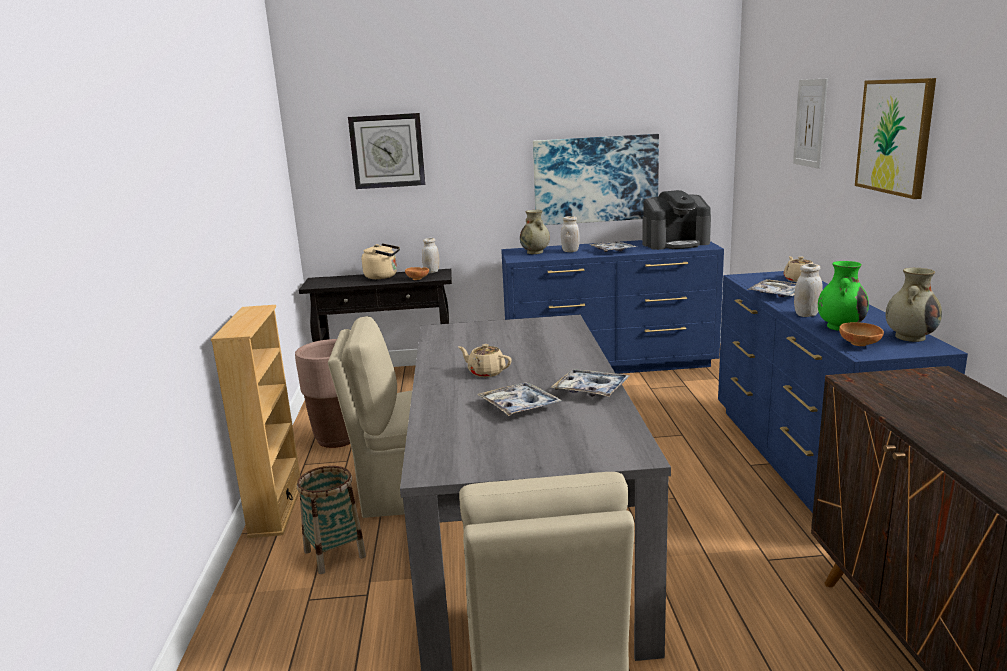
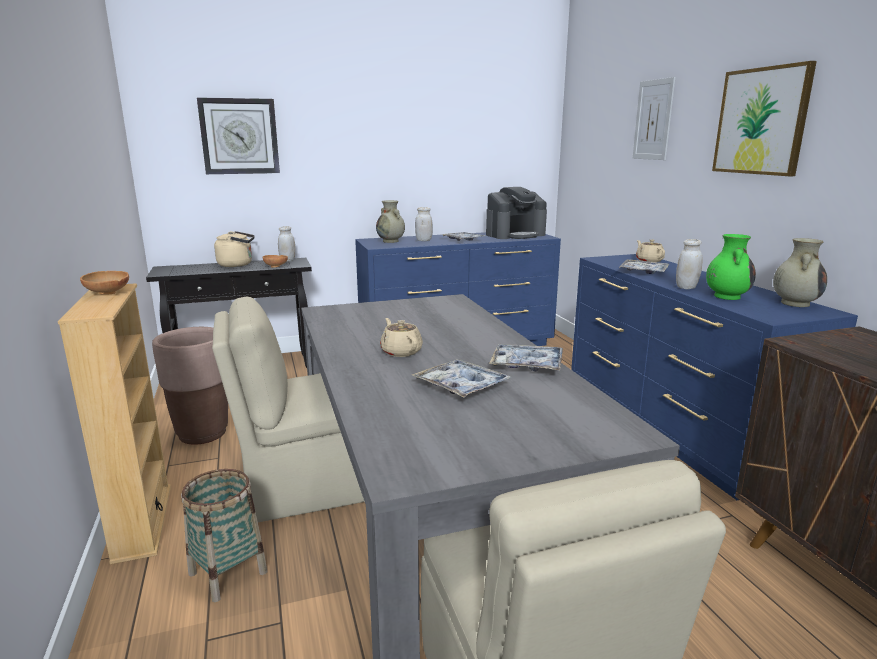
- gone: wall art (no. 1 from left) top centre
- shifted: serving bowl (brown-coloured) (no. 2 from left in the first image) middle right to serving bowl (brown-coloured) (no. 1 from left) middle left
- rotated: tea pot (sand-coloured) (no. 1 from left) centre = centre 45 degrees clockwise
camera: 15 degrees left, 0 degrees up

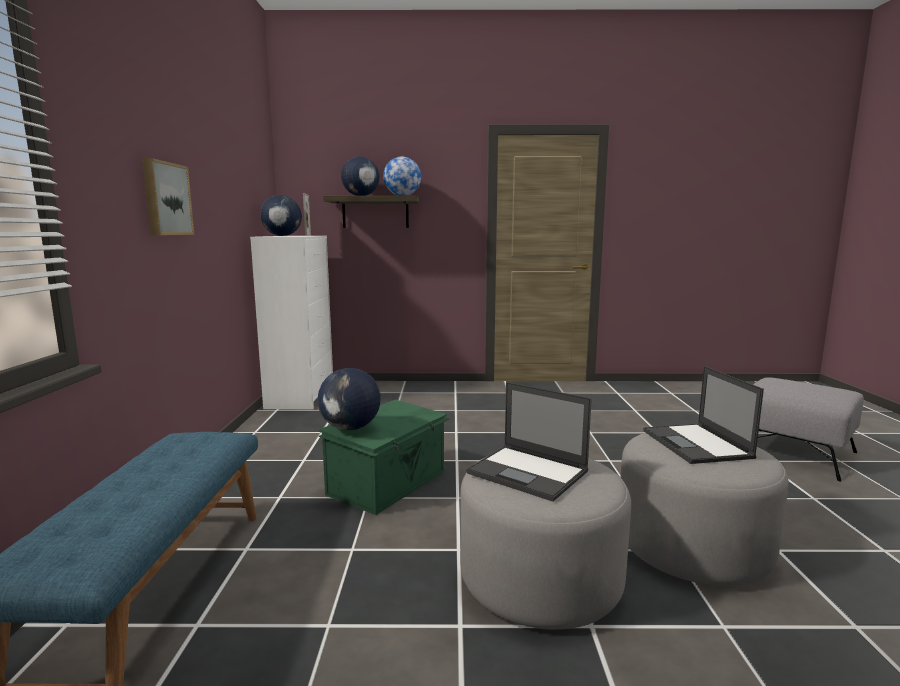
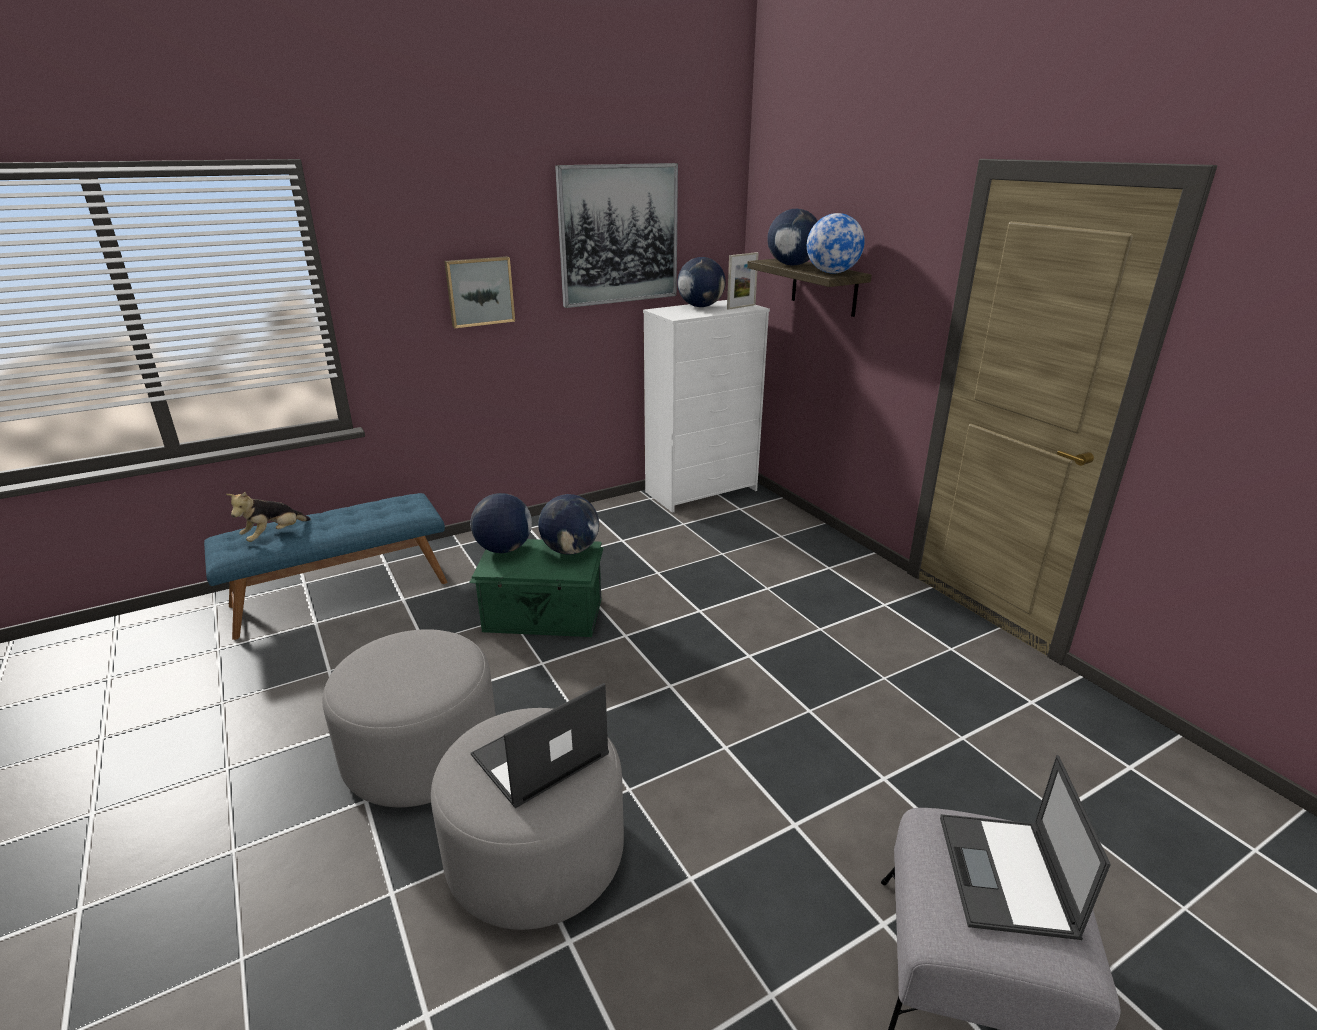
- new: plush toy middle left
- new: world globe (no. 2 from left) centre
- new: wall art (no. 2 from left) top centre
- shifted: laptop (no. 1 from left in the first image) centre to laptop (no. 2 from left) bottom right
camera: 60 degrees right, 15 degrees up

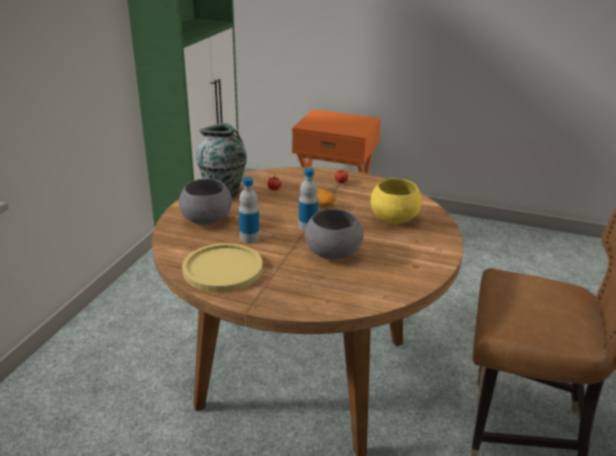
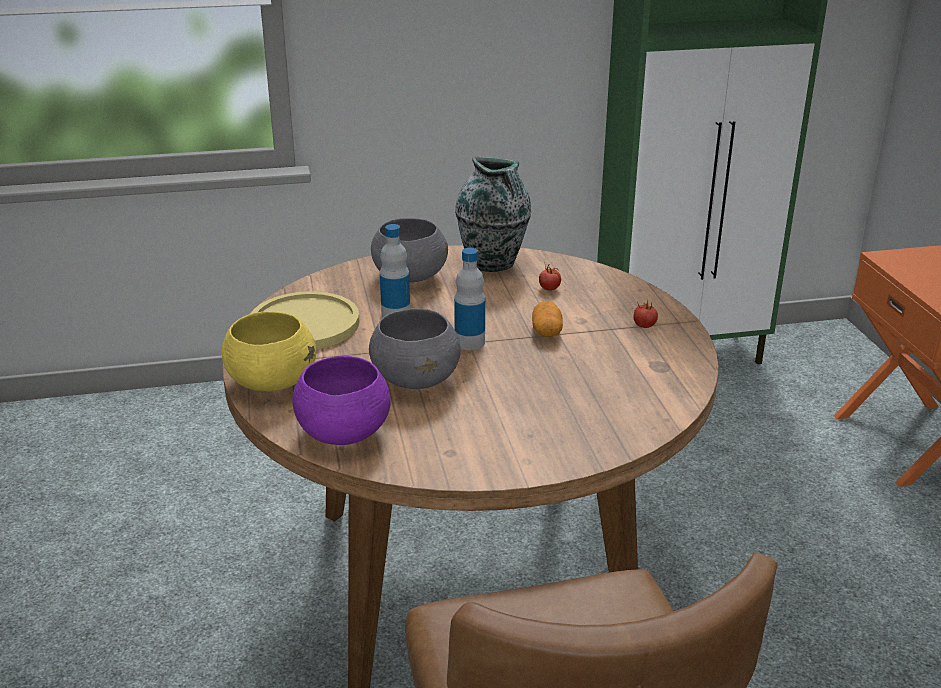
- new: serving bowl (purplish) centre
- shifted: serving bowl (yellow-coloured) centre to middle left
camera: 60 degrees right, 0 degrees up

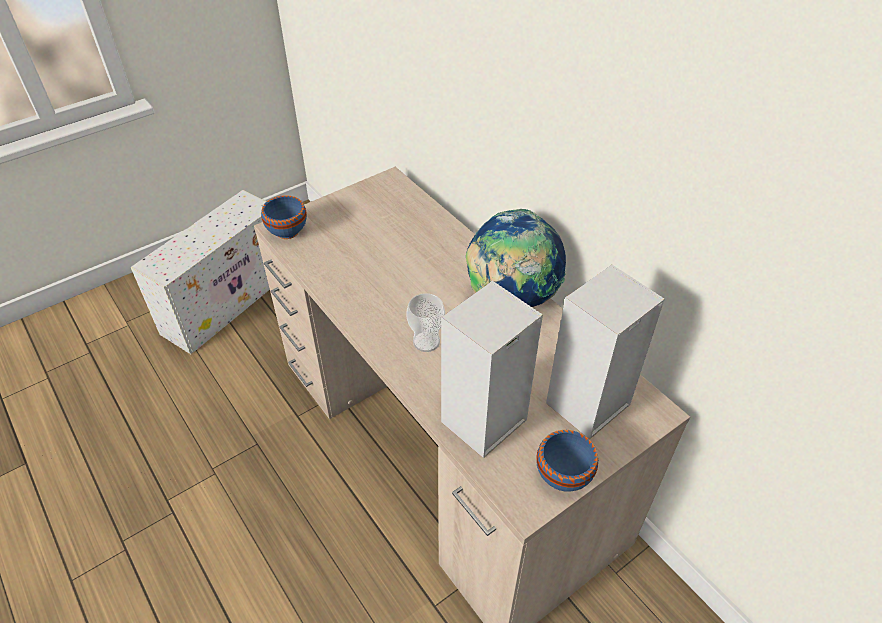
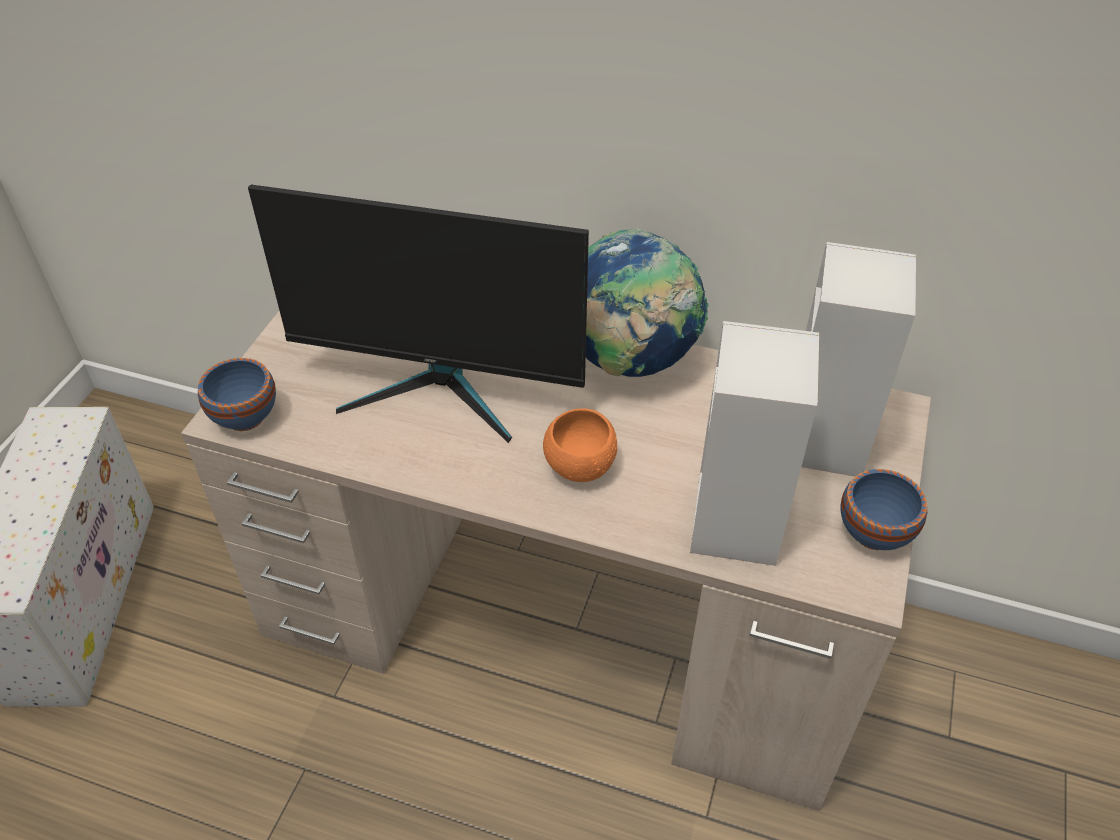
- new: monitor centre
- swapped: drinking cup centre to serving bowl (orangey) centre
camera: 35 degrees left, 0 degrees up

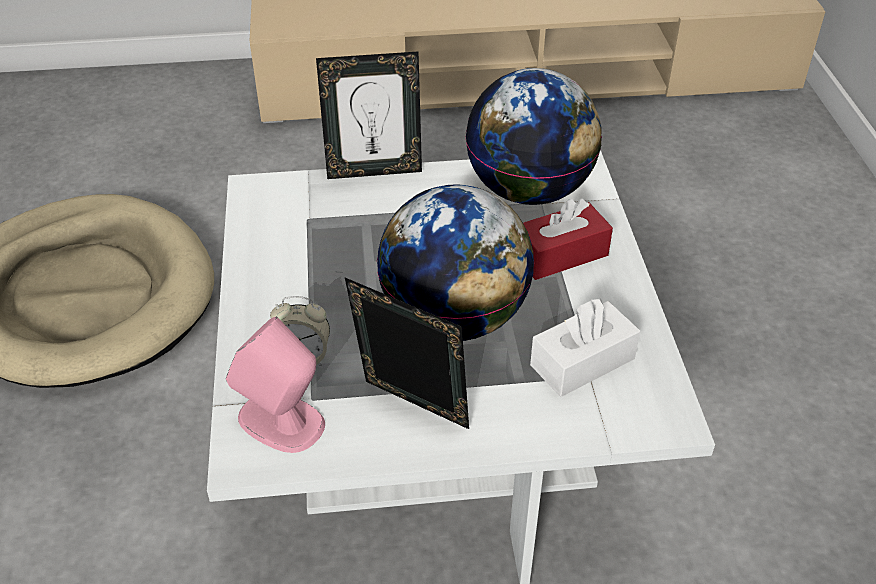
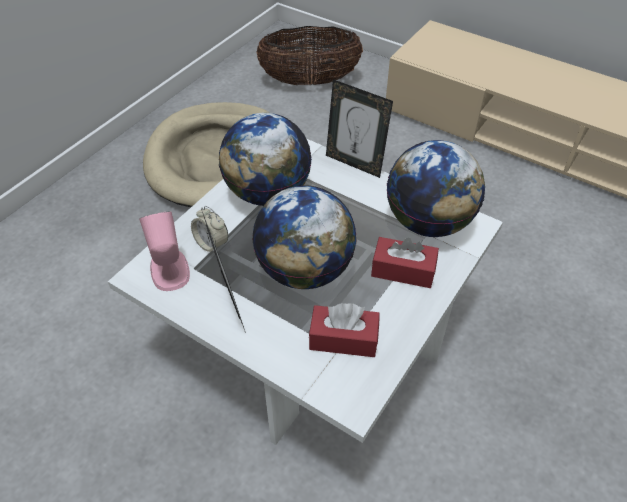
- new: world globe (no. 1 from left) top centre
- new: storage basket top centre
- repainted: box of tissues (whitish) middle right to box of tissues (red) (no. 1 from left) centre
camera: 40 degrees right, 5 degrees up

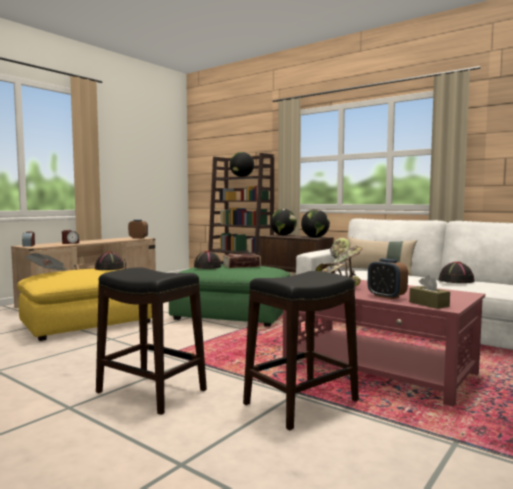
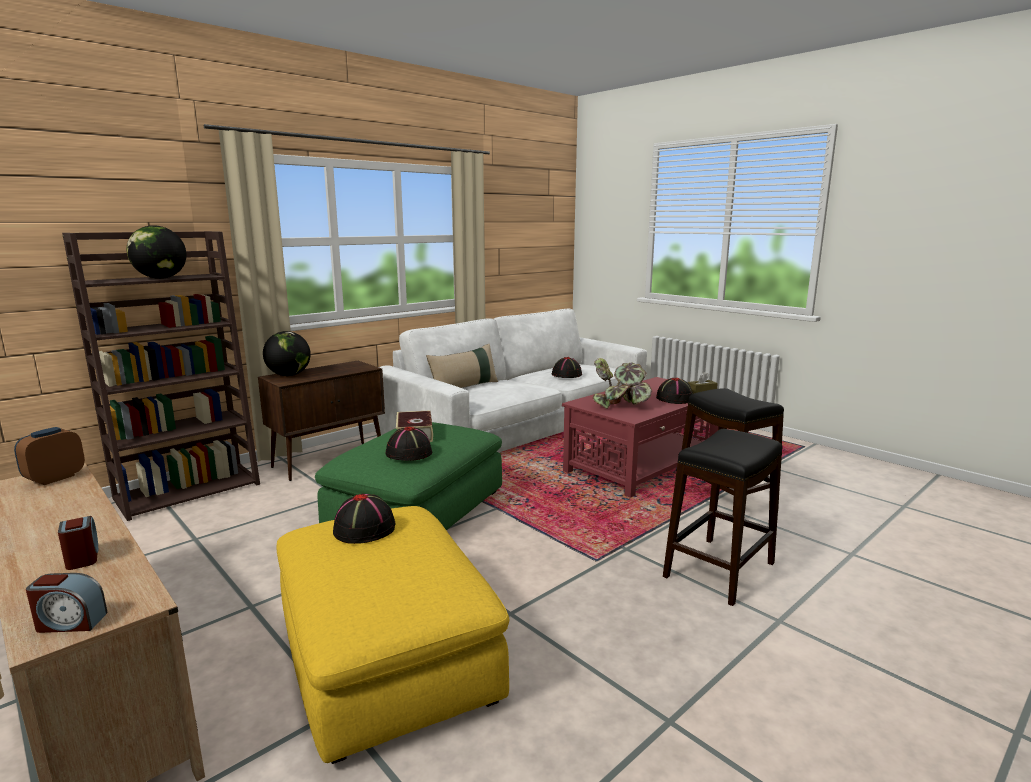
- gone: daily paper middle left
- gone: world globe (no. 3 from left) centre
- swapped: table clock (no. 4 from left) middle right to wearable hat (blackish) (no. 4 from left) centre
camera: 80 degrees left, 10 degrees up

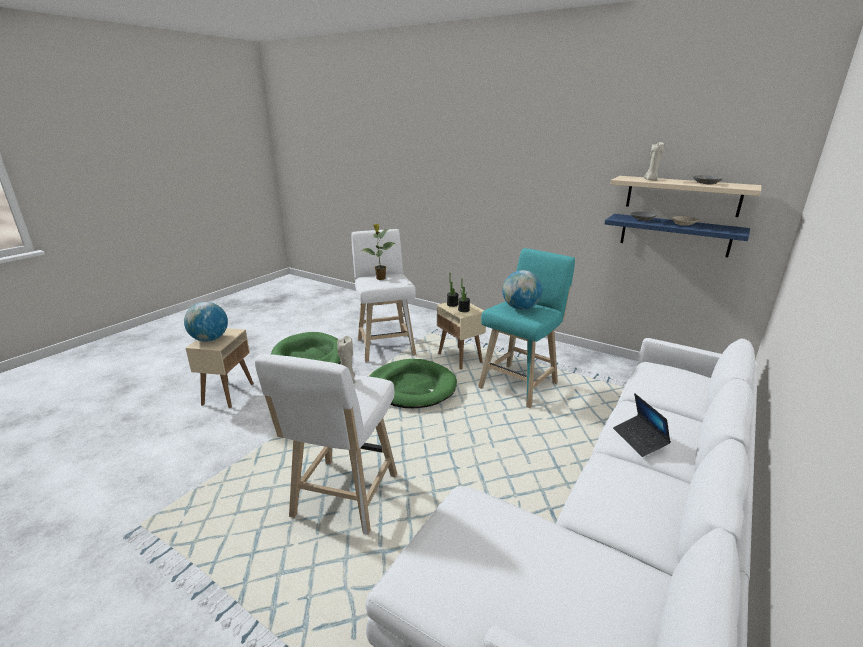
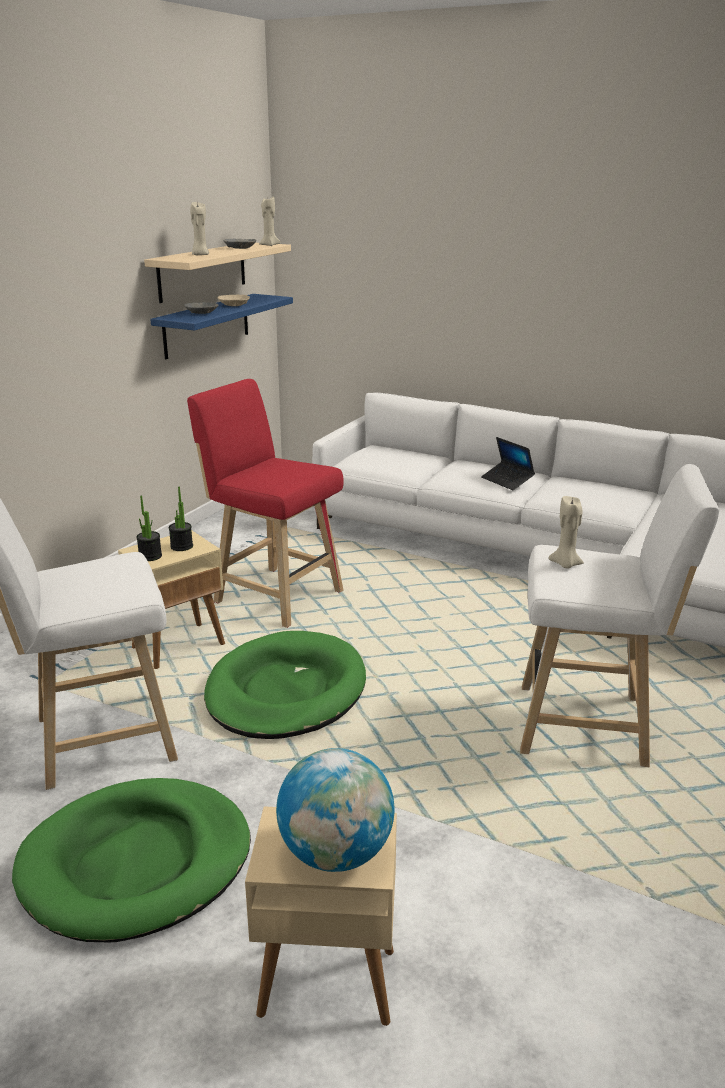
- gone: houseplant (no. 1 from left) centre
- gone: world globe (no. 2 from left) centre
- new: wax light (sand-coloured) (no. 2 from left) top centre
- repainted: sitting stool (turquoise-coloured) centre to sitting stool (red) centre
- rotated: laptop middle right = middle right 75 degrees clockwise
camera: 95 degrees left, 0 degrees up

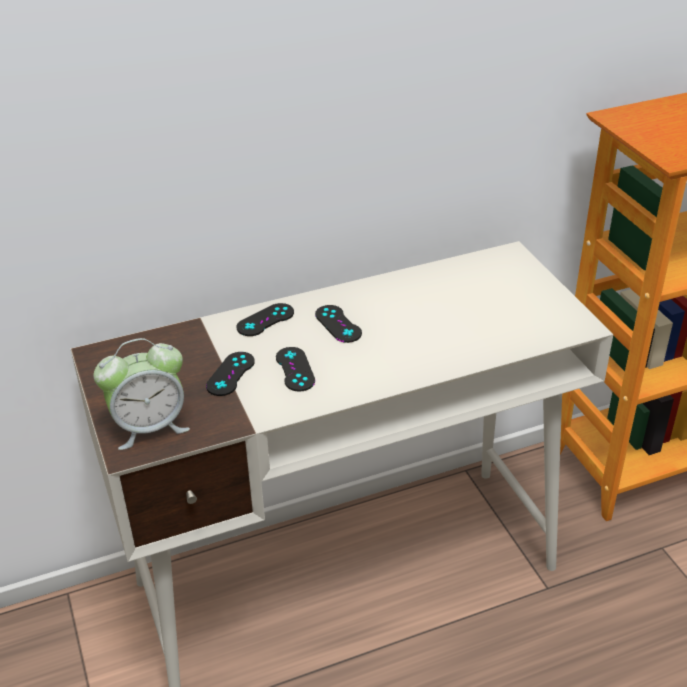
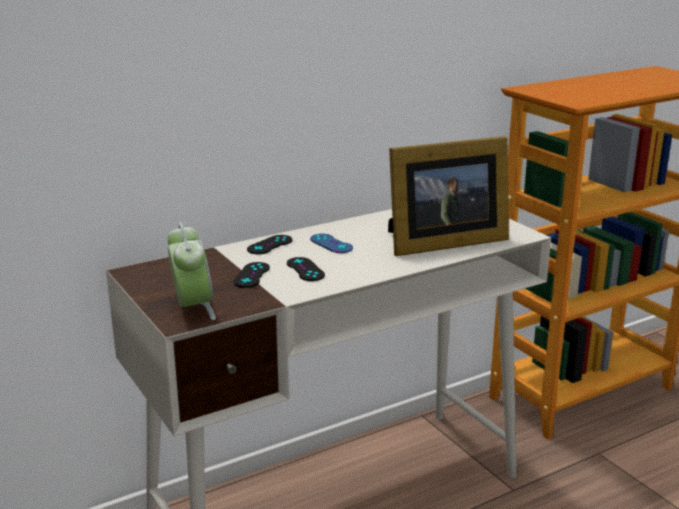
- new: photo frame centre
- repainted: game controller (blackish) (no. 4 from left) centre to game controller (bluish) centre
- rotated: table clock middle left = middle left 75 degrees counterclockwise
camera: 10 degrees left, 15 degrees down

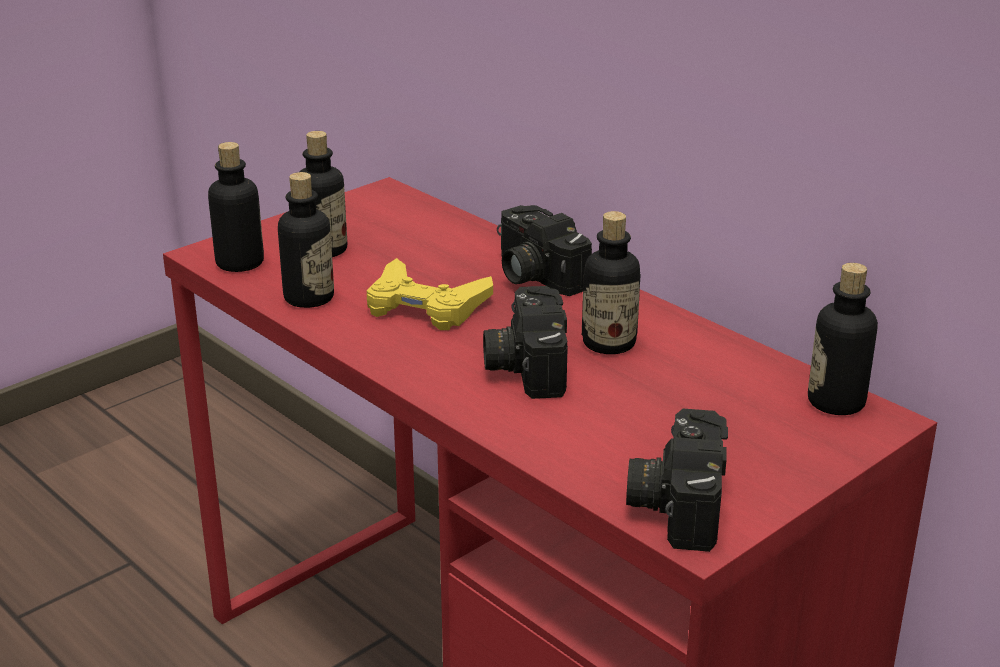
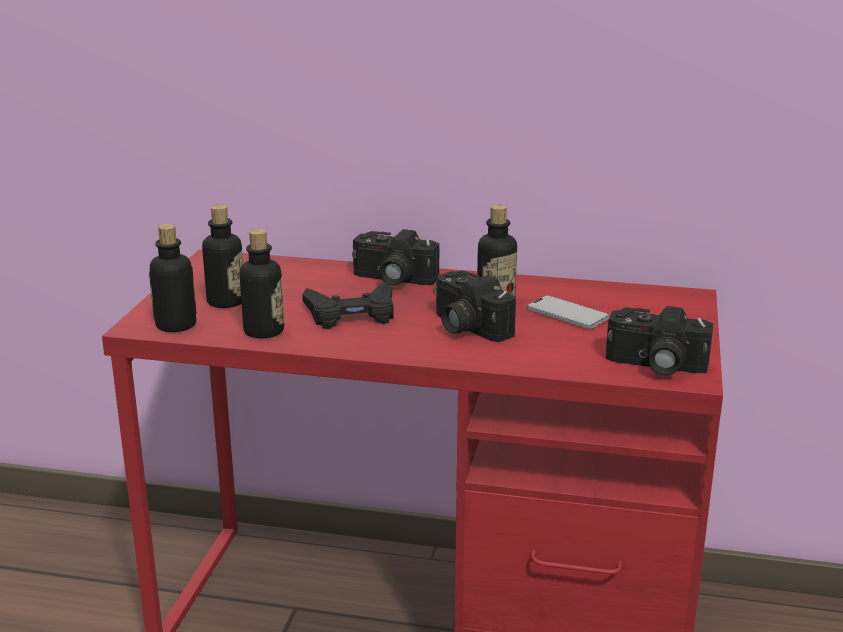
- gone: bottle (no. 5 from left) middle right
- new: phone middle right
- repainted: game controller (yellow-coloured) centre to game controller (blackish) centre
- rotated: photo camera (no. 3 from left) bottom right = middle right 45 degrees counterclockwise
camera: 35 degrees left, 5 degrees down

